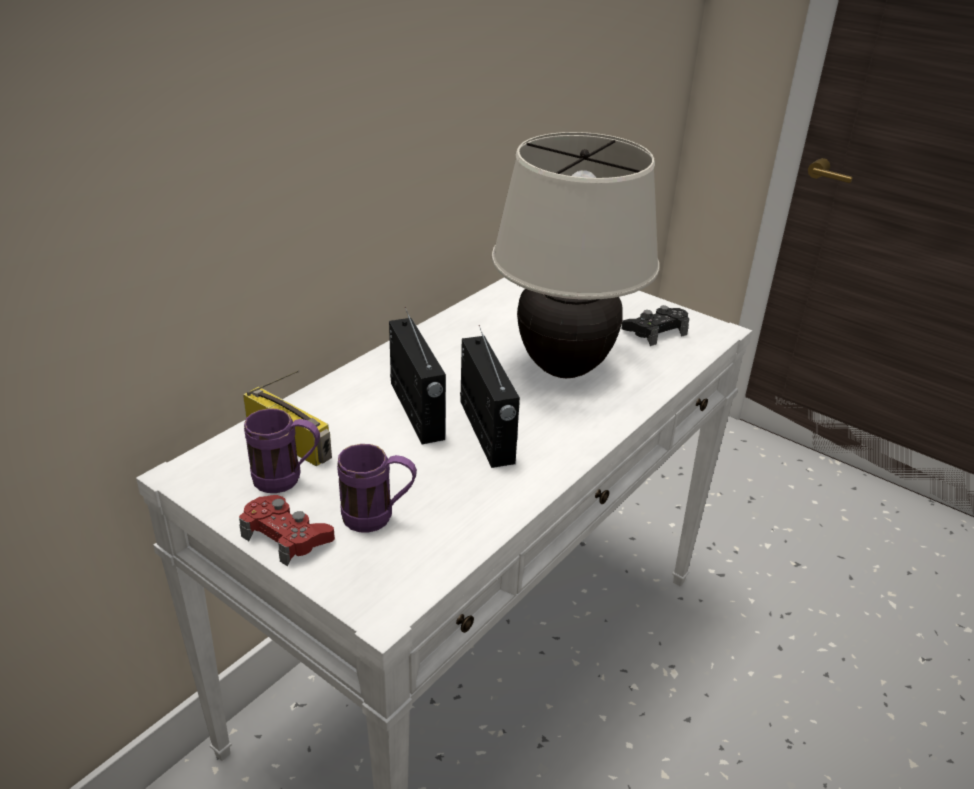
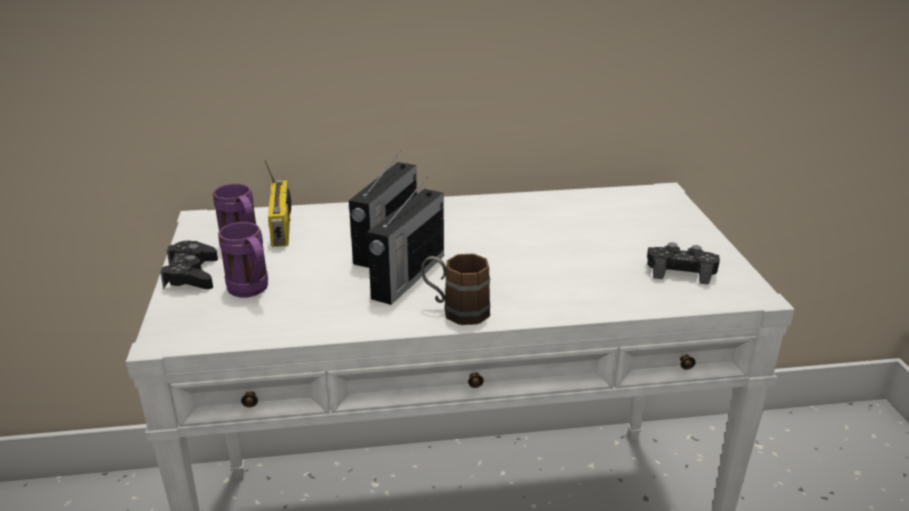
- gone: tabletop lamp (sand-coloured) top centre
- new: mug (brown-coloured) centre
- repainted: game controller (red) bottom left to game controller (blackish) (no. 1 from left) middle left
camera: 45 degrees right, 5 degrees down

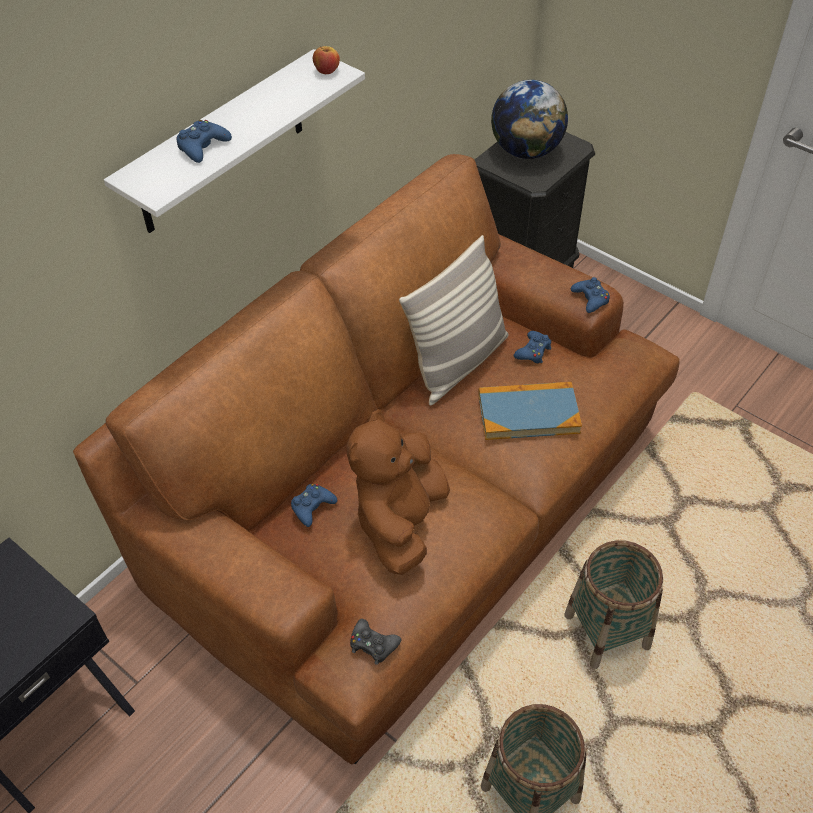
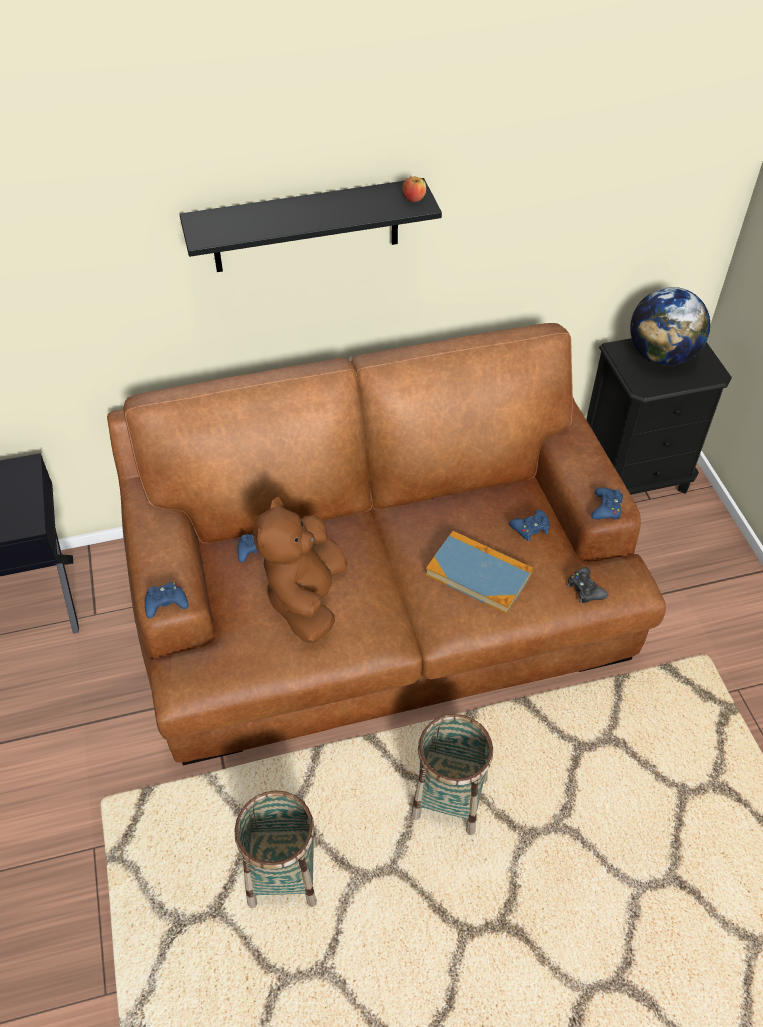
- gone: throw pillow centre
- shifted: game controller (bluish) (no. 1 from left) top left to middle left
- shifted: game controller (blackish) bottom centre to middle right
- repainted: wall shelf (whitish) top left to wall shelf (blackish) top centre
- rotated: plush toy (brown-coloured) centre = centre 45 degrees counterclockwise
camera: 35 degrees right, 0 degrees up

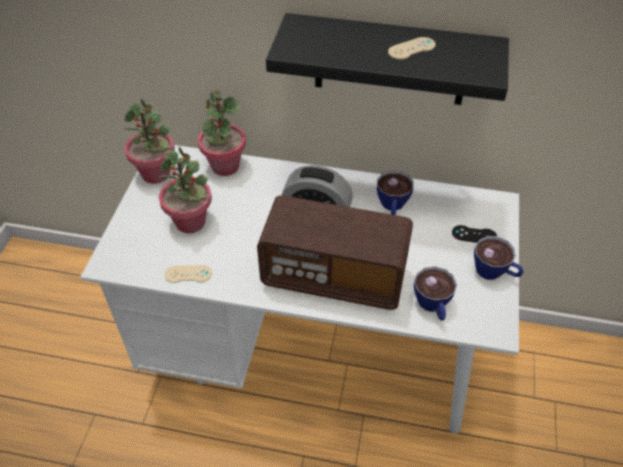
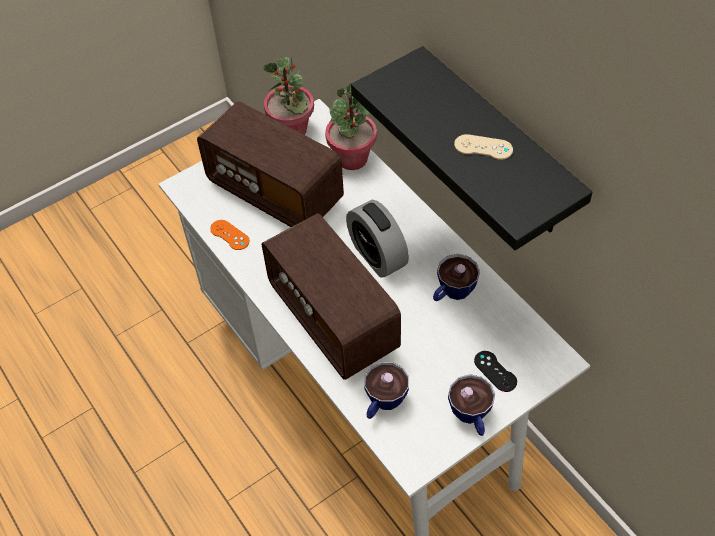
- swapped: houseplant (no. 2 from left) middle left to radio set (no. 1 from left) top centre
- repainted: game controller (sand-coloured) (no. 1 from left) middle left to game controller (orangey) middle left
camera: 45 degrees right, 5 degrees up

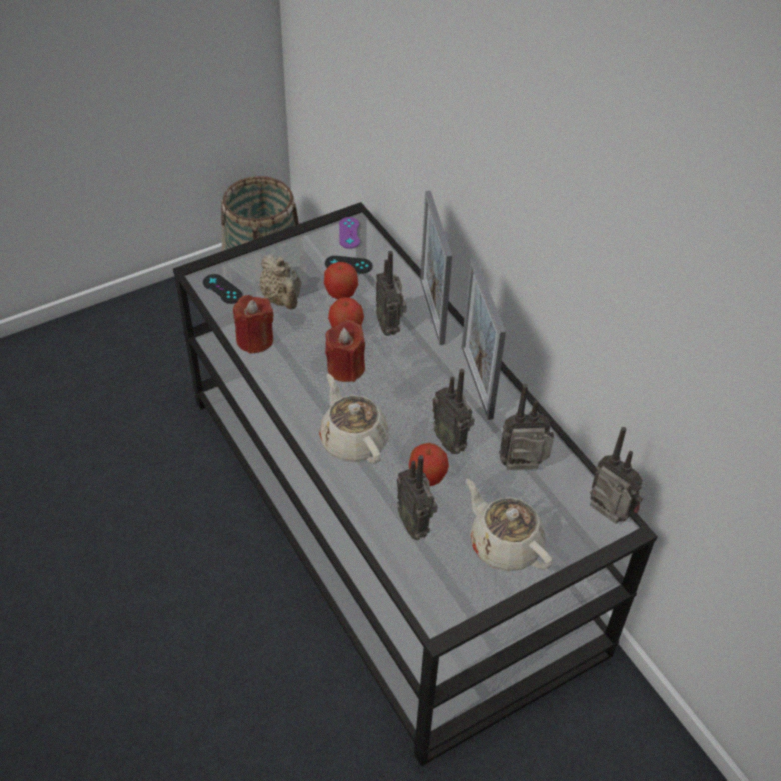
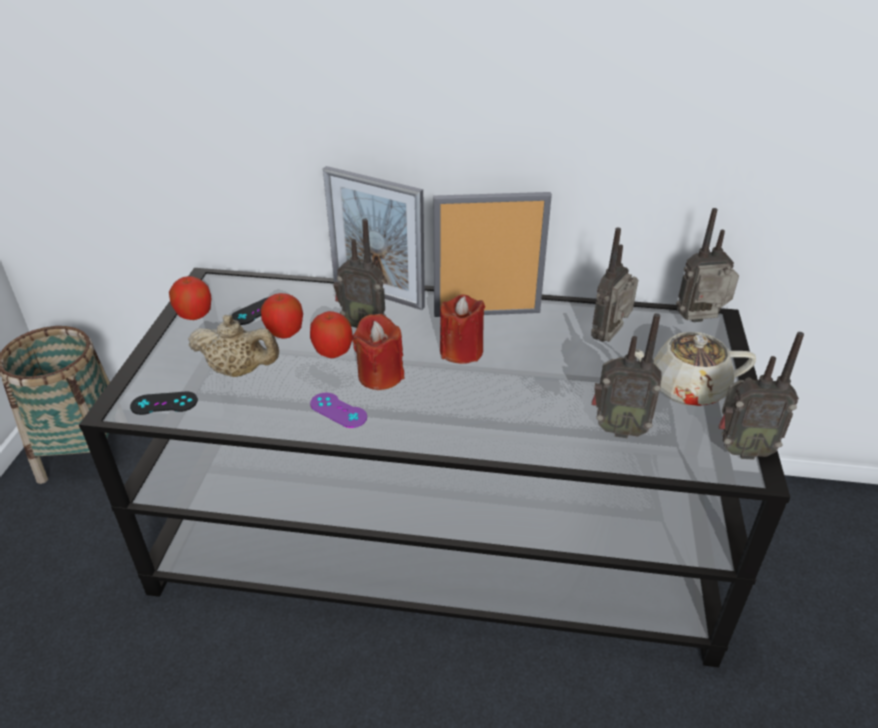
- gone: tea pot (sand-coloured) (no. 2 from left) centre
- shifted: wax light (red) (no. 1 from left in the first image) middle left to wax light (red) (no. 2 from left) centre
- shifted: game controller (purplish) top centre to centre
- shifted: apple (no. 3 from left in the first image) centre to apple (no. 1 from left) middle left
- shifted: radio set (no. 3 from left in the first image) centre to radio set (no. 5 from left) middle right
- rotated: photo frame (no. 2 from left) centre = centre 150 degrees clockwise
camera: 50 degrees left, 10 degrees down

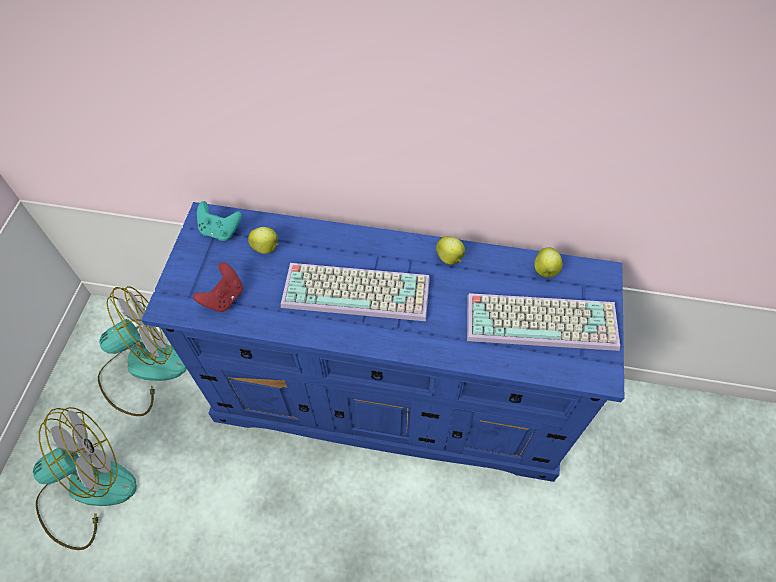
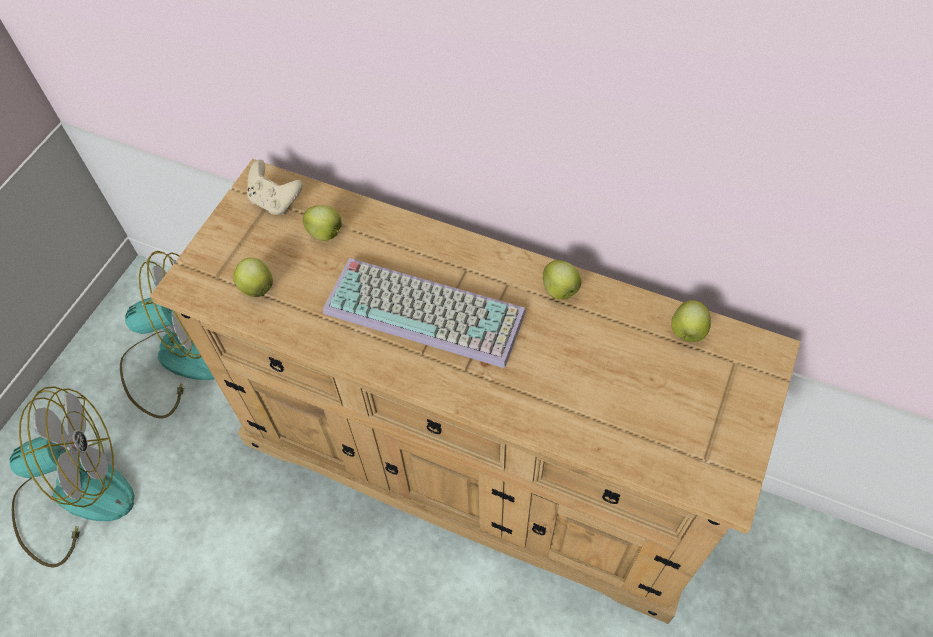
- gone: computer keyboard (no. 2 from left) middle right
- swapped: game controller (red) middle left to apple (no. 1 from left) middle left
- repainted: dresser (bluish) centre to dresser (sand-coloured) centre
- repainted: game controller (turquoise-coloured) middle left to game controller (sand-coloured) top left
camera: 15 degrees right, 0 degrees up

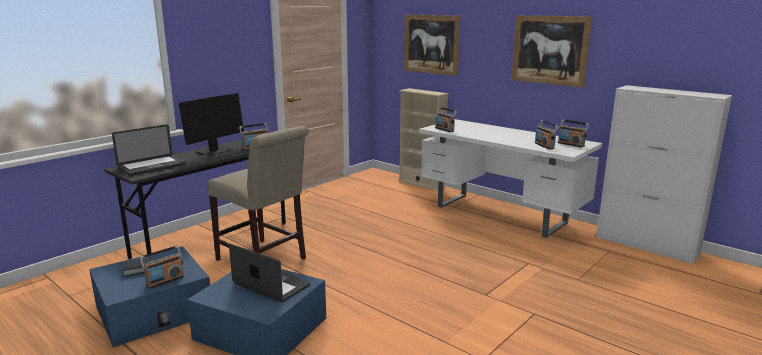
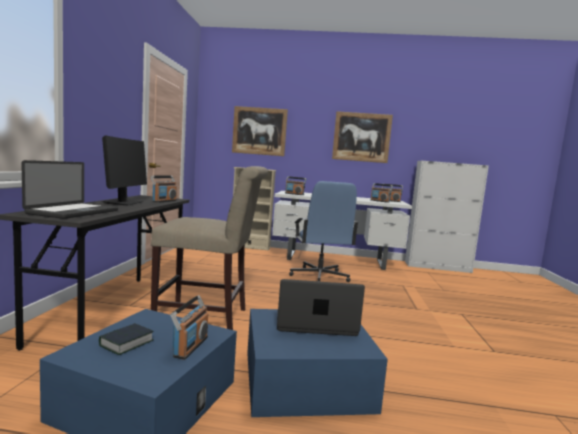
- new: office chair (bluish) centre
camera: 35 degrees left, 10 degrees down

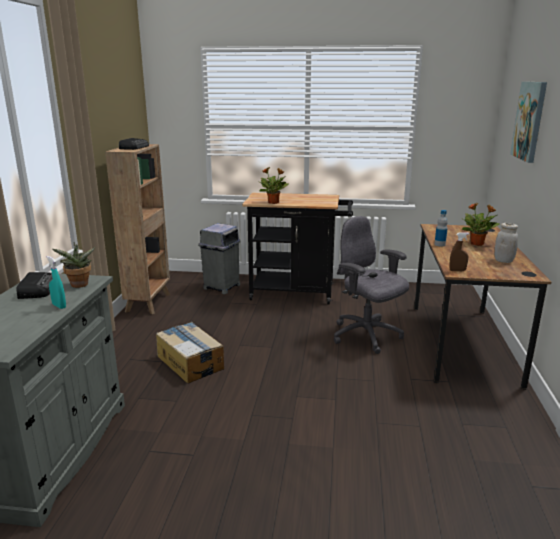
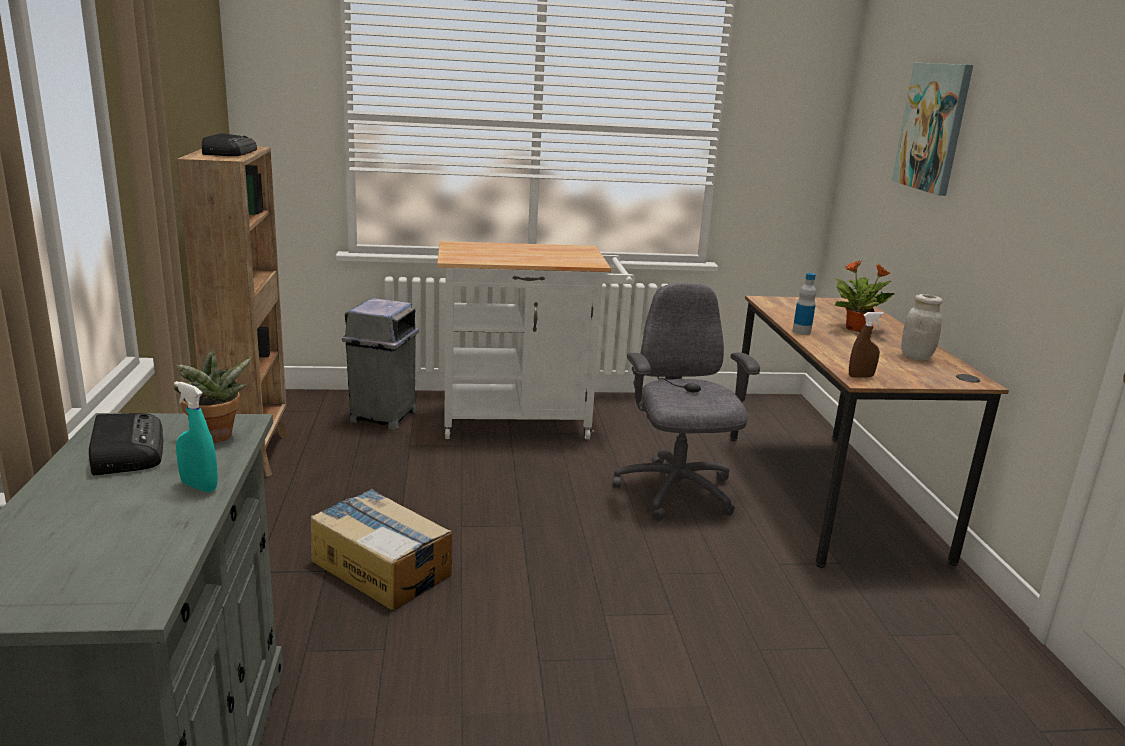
- gone: houseplant (no. 2 from left) centre
- repainted: wheeled cart (blackish) centre to wheeled cart (whitish) centre
- rotated: office chair (gray) centre = centre 45 degrees clockwise
camera: 15 degrees left, 0 degrees up

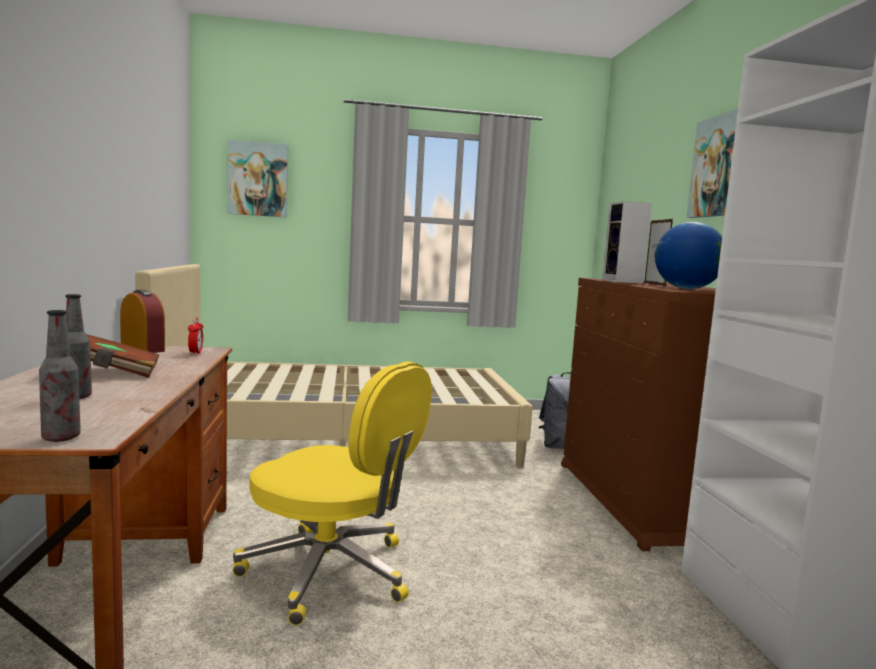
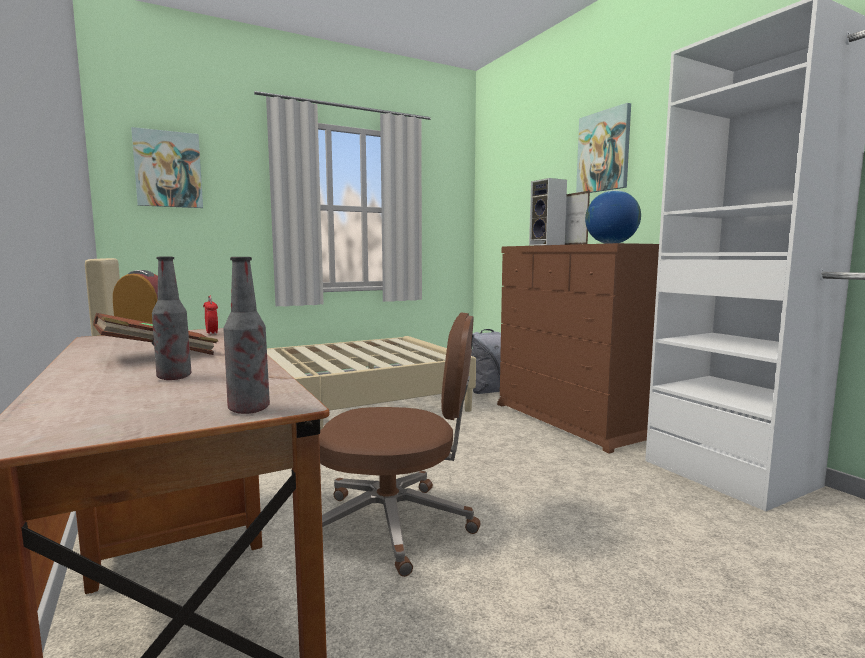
- repainted: office chair (yellow-coloured) bottom centre to office chair (brown-coloured) bottom centre
camera: 20 degrees left, 0 degrees up

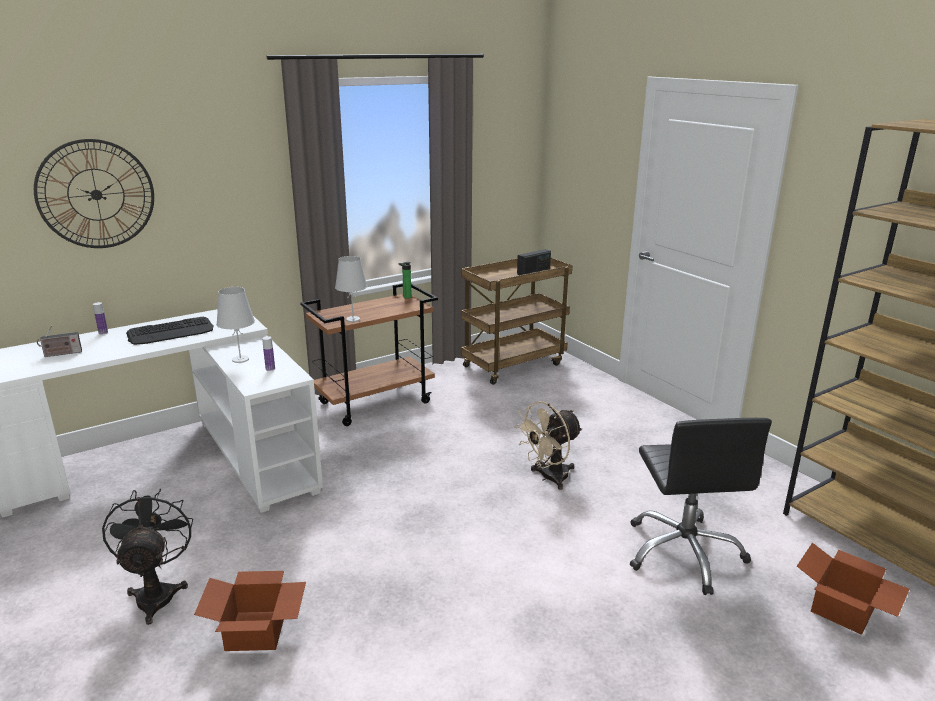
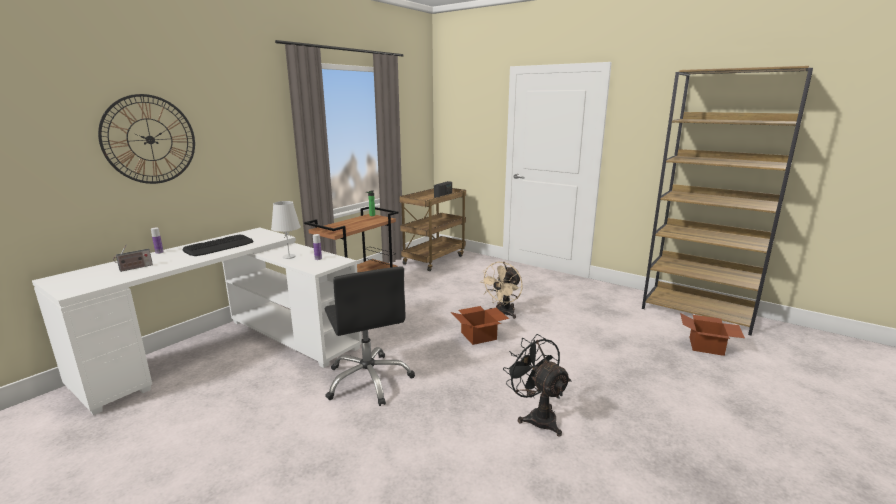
- gone: tabletop lamp (whitish) (no. 2 from left) centre
- shifted: electric fan (blackish) bottom left to bottom centre
- shifted: cardboard box (no. 1 from left) bottom left to centre
- shifted: office chair (blackish) bottom right to bottom centre
camera: 20 degrees left, 5 degrees down

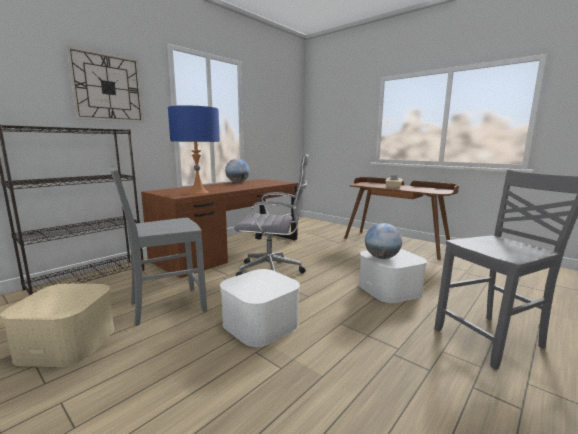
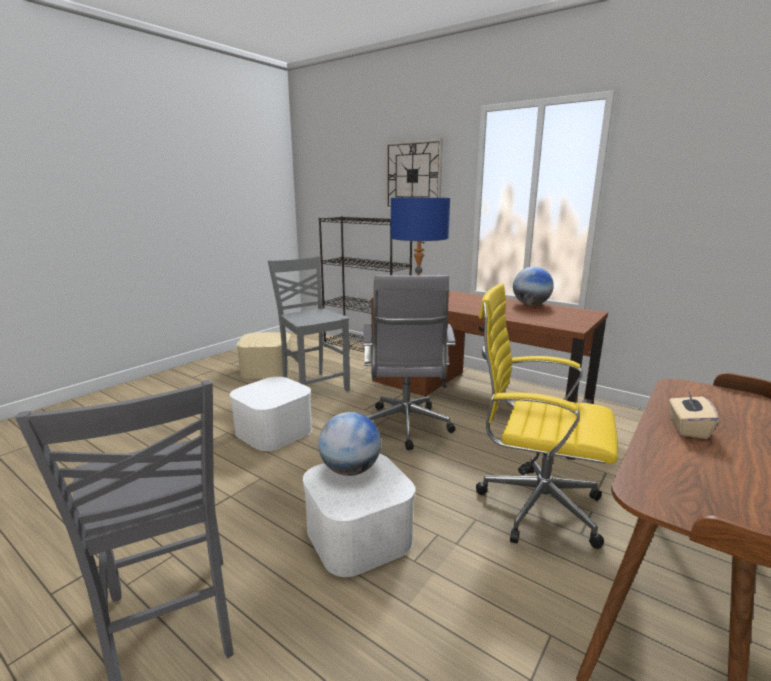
- new: office chair (yellow-coloured) middle right
camera: 85 degrees right, 5 degrees up

